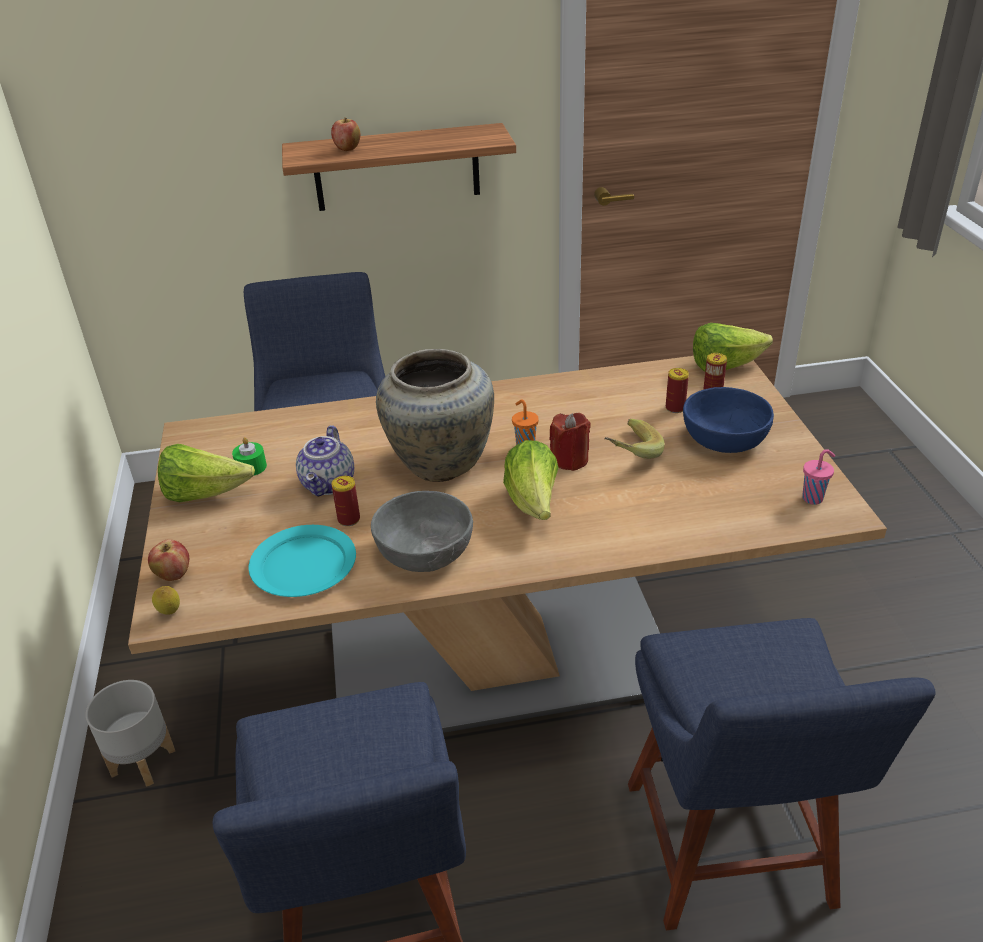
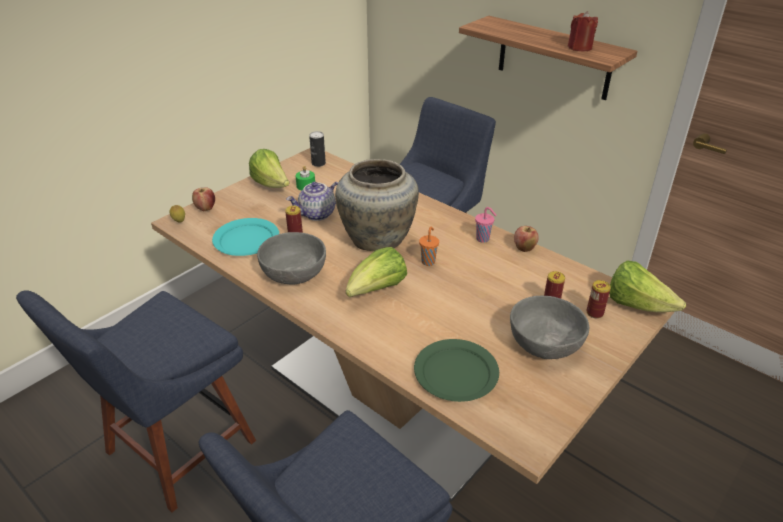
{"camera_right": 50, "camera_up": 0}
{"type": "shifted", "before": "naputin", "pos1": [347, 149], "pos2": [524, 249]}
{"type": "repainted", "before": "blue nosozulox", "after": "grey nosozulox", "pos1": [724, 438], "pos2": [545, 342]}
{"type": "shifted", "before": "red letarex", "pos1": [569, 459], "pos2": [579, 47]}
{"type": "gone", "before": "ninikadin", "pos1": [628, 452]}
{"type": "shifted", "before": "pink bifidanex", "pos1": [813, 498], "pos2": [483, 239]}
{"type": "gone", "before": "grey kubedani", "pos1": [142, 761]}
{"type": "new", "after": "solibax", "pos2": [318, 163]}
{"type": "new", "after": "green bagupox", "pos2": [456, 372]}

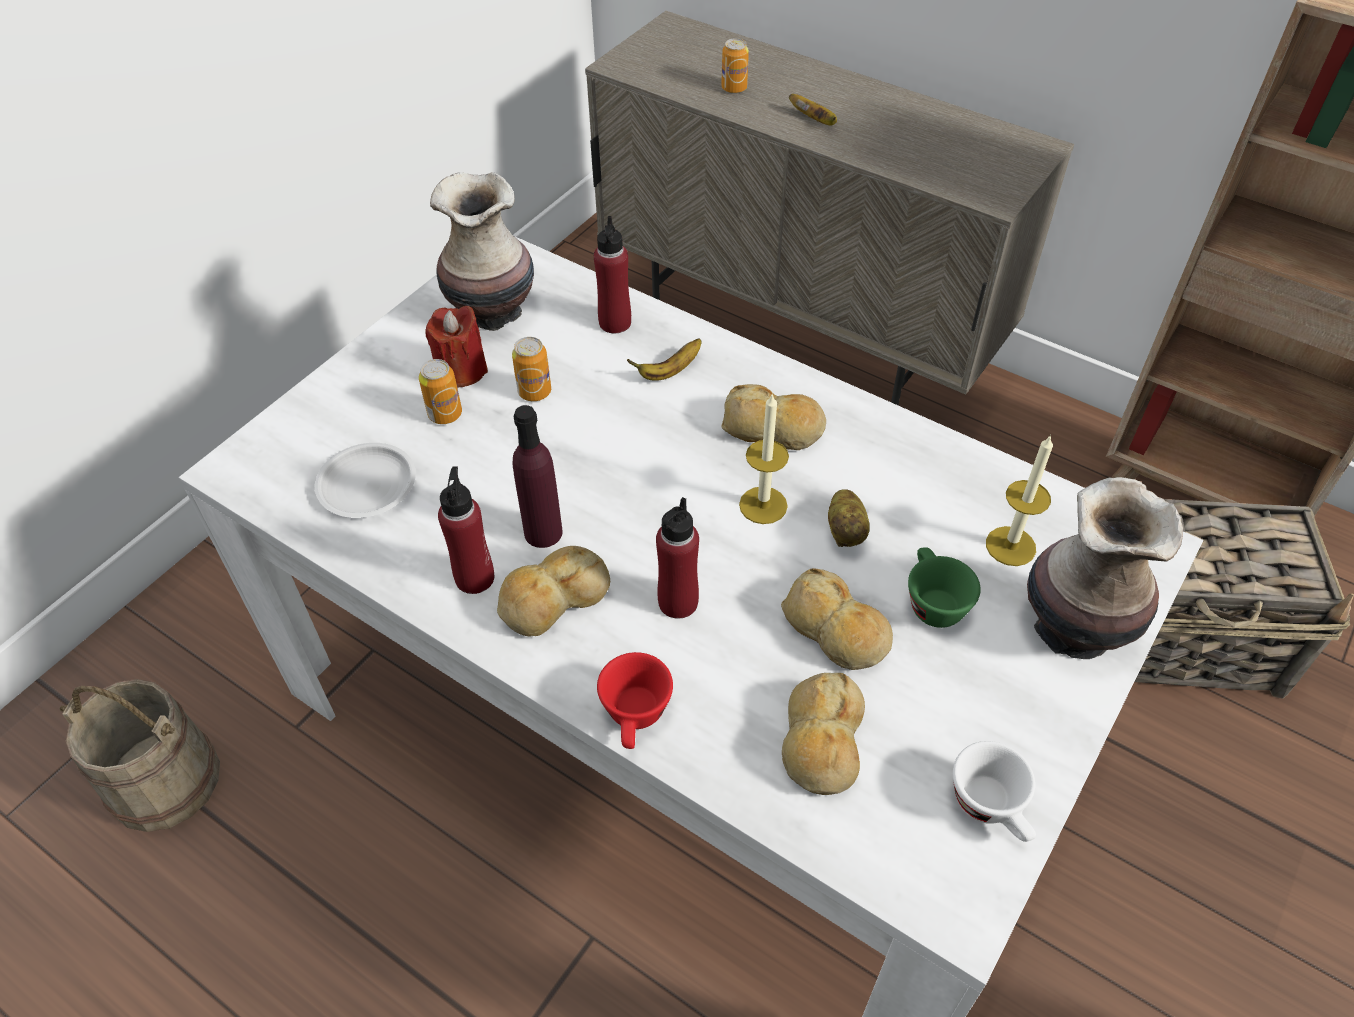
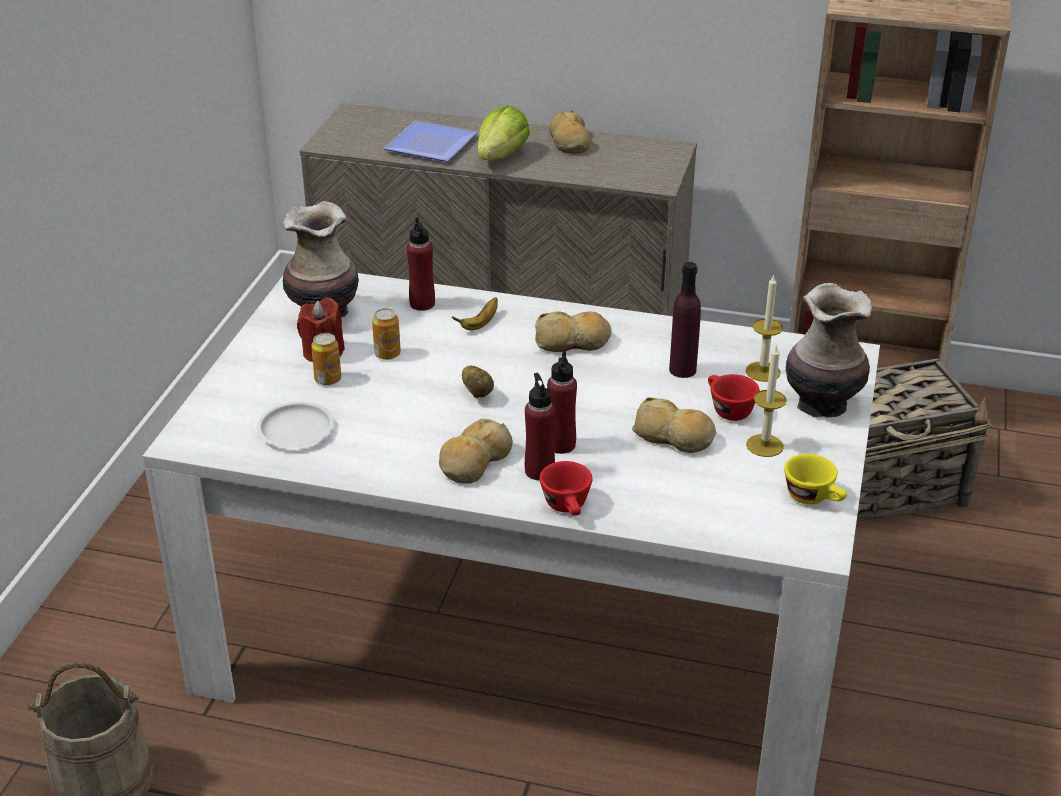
{"camera_right": -20, "camera_up": -15}
{"type": "swapped", "before": "solibax", "after": "bagupox", "pos1": [734, 88], "pos2": [427, 146]}
{"type": "swapped", "before": "ninikadin", "after": "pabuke", "pos1": [815, 120], "pos2": [501, 157]}
{"type": "shifted", "before": "letarex", "pos1": [763, 505], "pos2": [764, 445]}
{"type": "shifted", "before": "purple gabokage", "pos1": [543, 532], "pos2": [682, 370]}
{"type": "shifted", "before": "red gabokage", "pos1": [475, 577], "pos2": [539, 471]}
{"type": "shifted", "before": "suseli", "pos1": [846, 531], "pos2": [477, 392]}
{"type": "repainted", "before": "green bifidanex", "after": "red bifidanex", "pos1": [932, 601], "pos2": [727, 409]}
{"type": "shifted", "before": "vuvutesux", "pos1": [821, 743], "pos2": [569, 142]}
{"type": "repainted", "before": "white bifidanex", "after": "yellow bifidanex", "pos1": [992, 808], "pos2": [814, 498]}

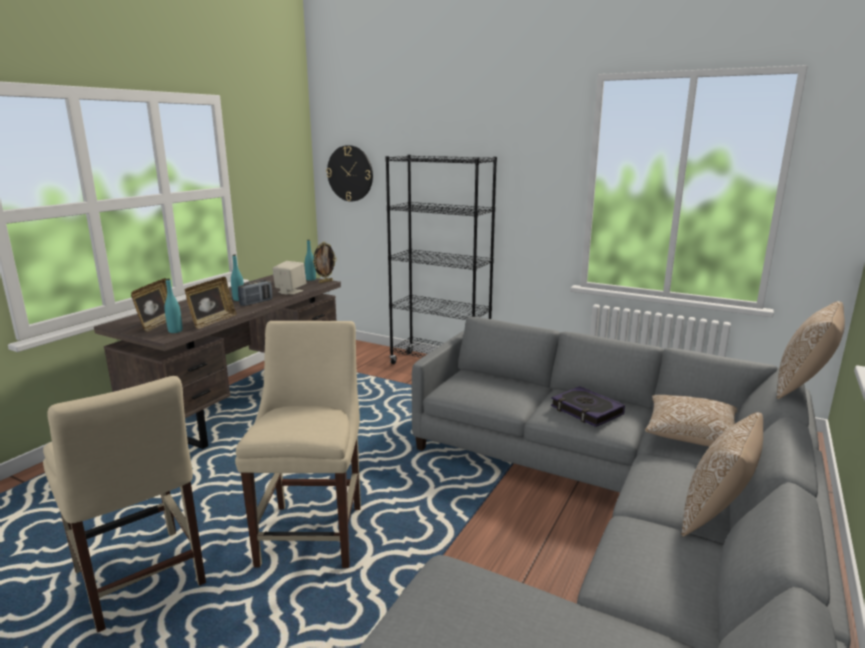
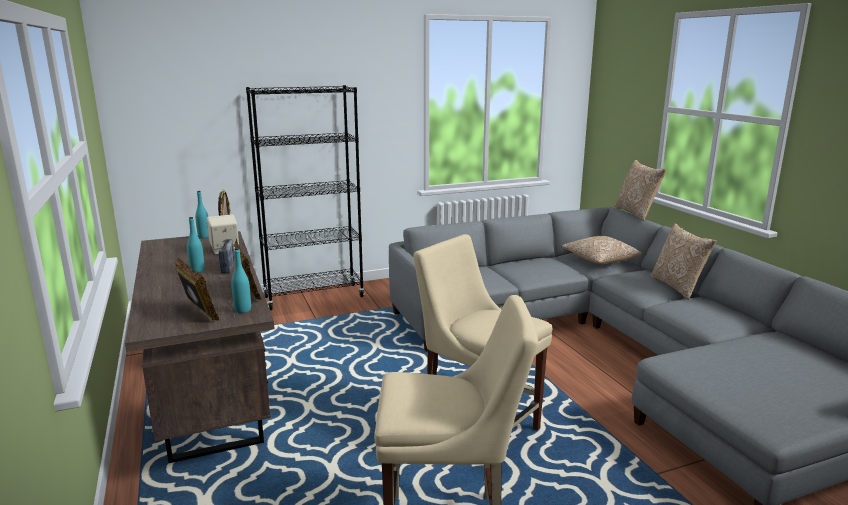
{"camera_right": -50, "camera_up": 0}
{"type": "gone", "before": "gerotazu", "pos1": [350, 173]}
{"type": "gone", "before": "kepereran", "pos1": [586, 410]}

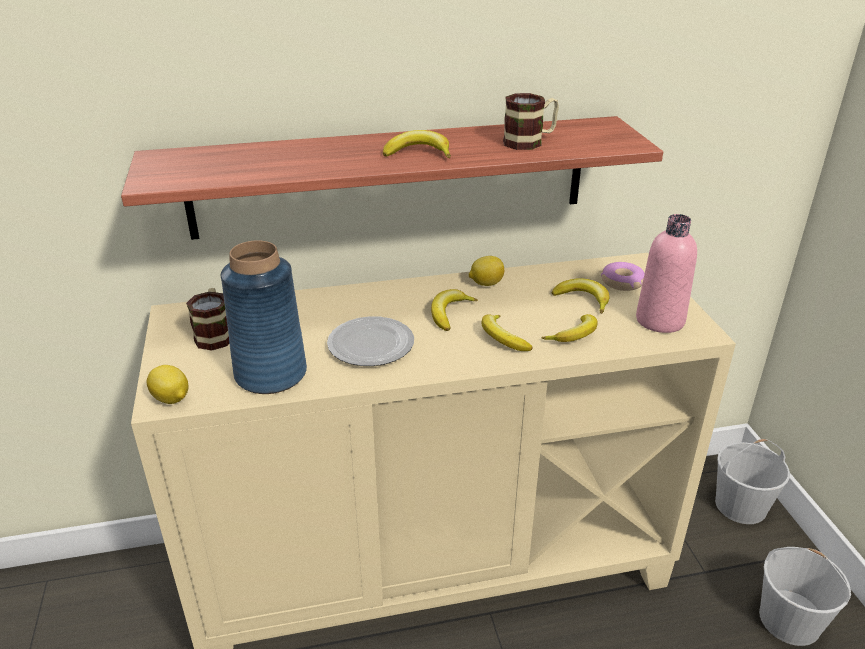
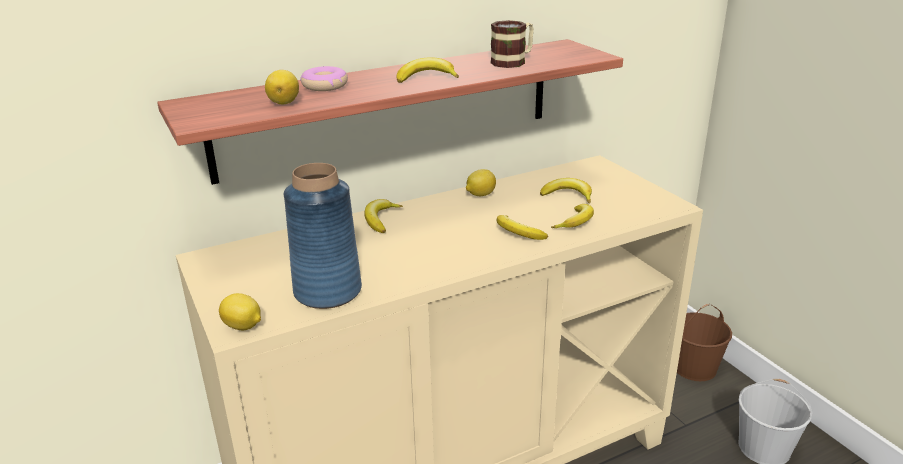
{"camera_right": -15, "camera_up": -5}
{"type": "gone", "before": "pink gabokage", "pos1": [660, 320]}
{"type": "shifted", "before": "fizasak", "pos1": [622, 282], "pos2": [325, 86]}
{"type": "gone", "before": "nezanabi", "pos1": [215, 334]}
{"type": "shifted", "before": "ninikadin", "pos1": [449, 313], "pos2": [381, 220]}
{"type": "gone", "before": "bagupox", "pos1": [372, 345]}
{"type": "repainted", "before": "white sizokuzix", "after": "brown sizokuzix", "pos1": [741, 505], "pos2": [694, 367]}
{"type": "new", "after": "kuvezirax", "pos2": [284, 102]}

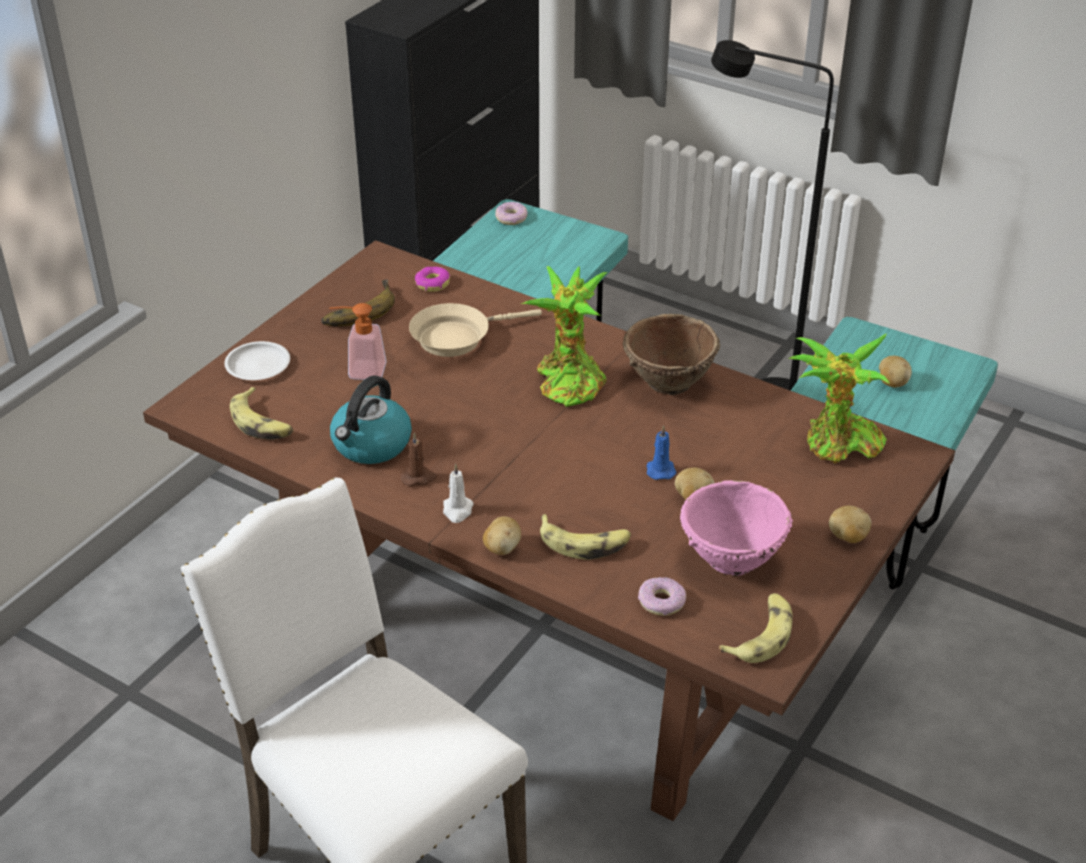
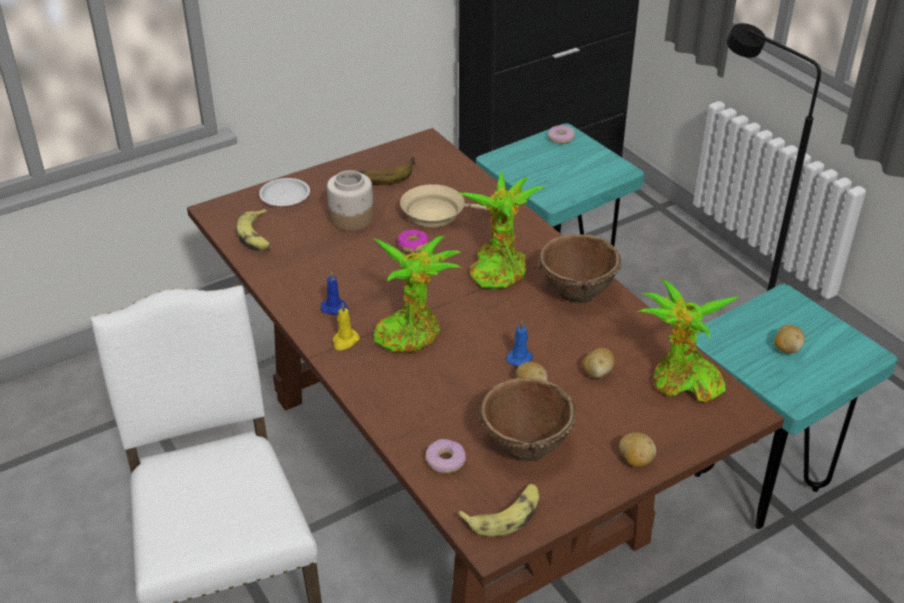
{"camera_right": 25, "camera_up": 0}
{"type": "shifted", "before": "fizasak", "pos1": [432, 284], "pos2": [412, 245]}
{"type": "swapped", "before": "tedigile", "after": "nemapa", "pos1": [360, 370], "pos2": [351, 219]}
{"type": "gone", "before": "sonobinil", "pos1": [371, 445]}
{"type": "repainted", "before": "brown letarex", "after": "blue letarex", "pos1": [419, 478], "pos2": [335, 308]}
{"type": "repainted", "before": "white letarex", "after": "yellow letarex", "pos1": [457, 510], "pos2": [345, 341]}
{"type": "repainted", "before": "pink nosozulox", "after": "brown nosozulox", "pos1": [731, 559], "pos2": [525, 446]}
{"type": "gone", "before": "ninikadin", "pos1": [584, 543]}
{"type": "shifted", "before": "suseli", "pos1": [502, 548], "pos2": [597, 373]}
{"type": "new", "after": "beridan", "pos2": [412, 332]}

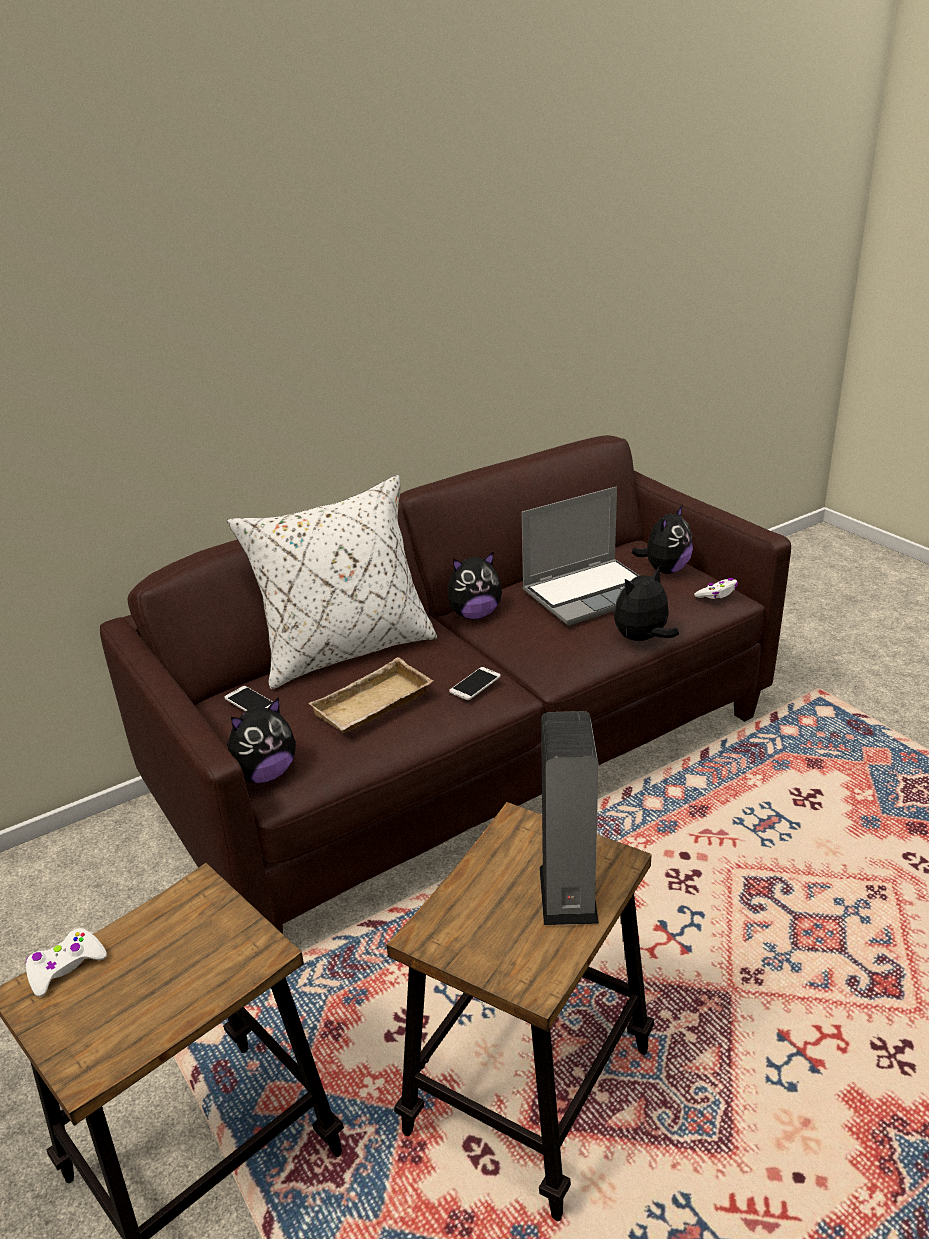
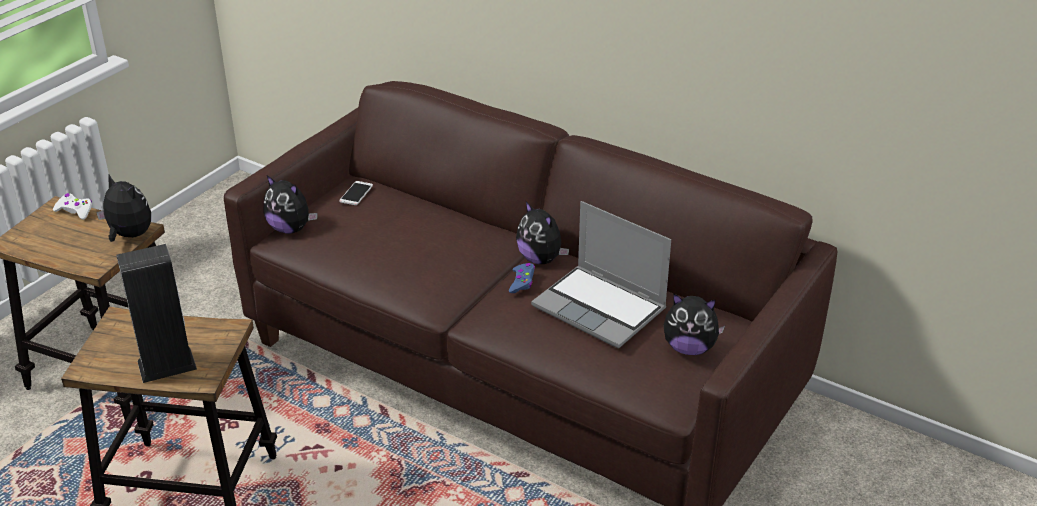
{"camera_right": 65, "camera_up": 5}
{"type": "gone", "before": "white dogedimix", "pos1": [345, 650]}
{"type": "shifted", "before": "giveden", "pos1": [642, 639], "pos2": [129, 235]}
{"type": "gone", "before": "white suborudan", "pos1": [717, 594]}
{"type": "gone", "before": "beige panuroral", "pos1": [373, 706]}
{"type": "gone", "before": "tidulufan", "pos1": [475, 684]}
{"type": "new", "after": "blue suborudan", "pos2": [522, 282]}

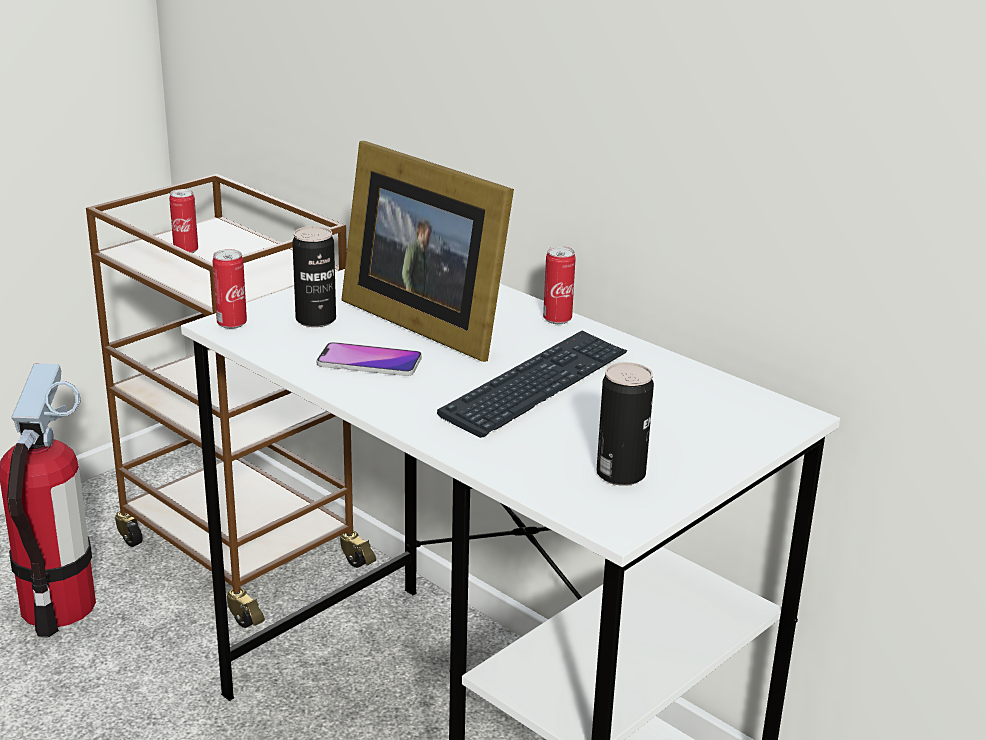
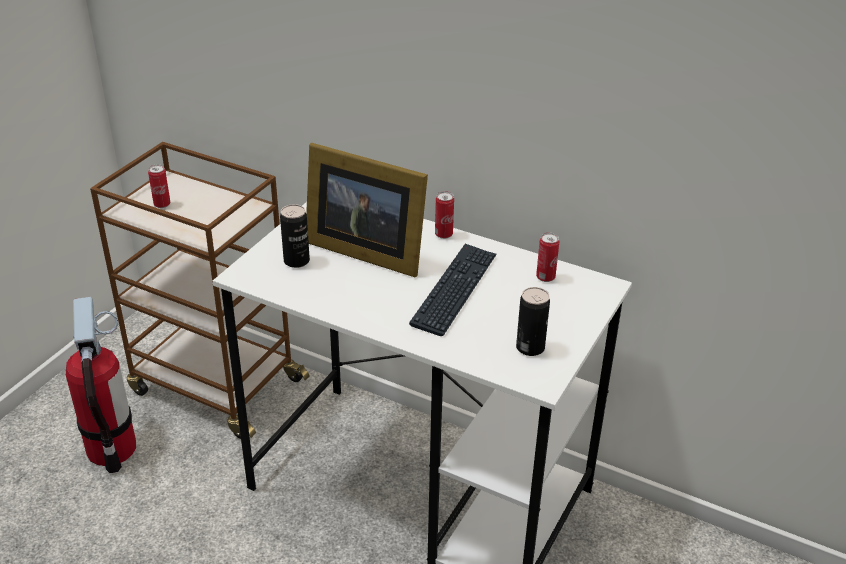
{"camera_right": -15, "camera_up": 10}
{"type": "shifted", "before": "solibax", "pos1": [232, 324], "pos2": [545, 277]}
{"type": "gone", "before": "tidulufan", "pos1": [369, 361]}

